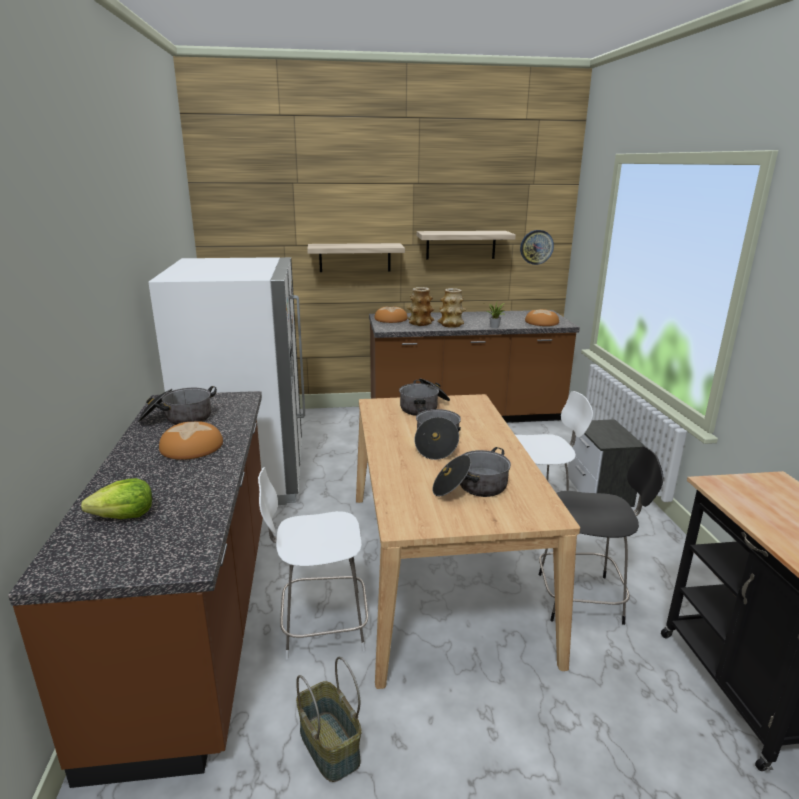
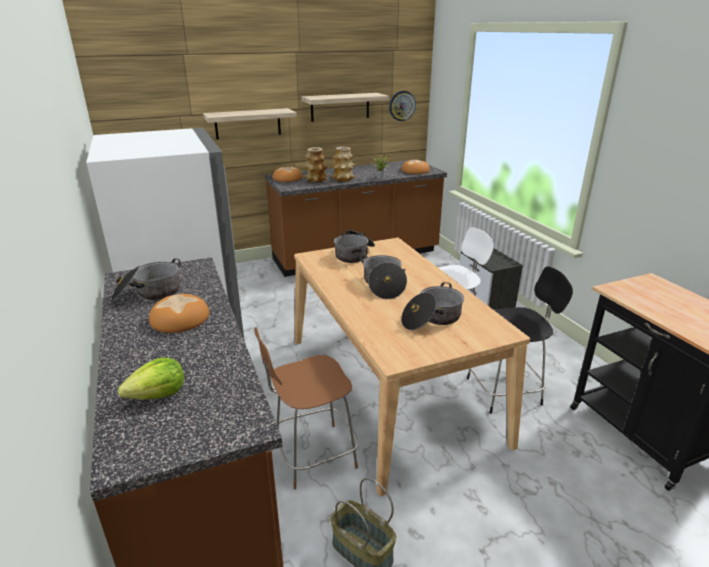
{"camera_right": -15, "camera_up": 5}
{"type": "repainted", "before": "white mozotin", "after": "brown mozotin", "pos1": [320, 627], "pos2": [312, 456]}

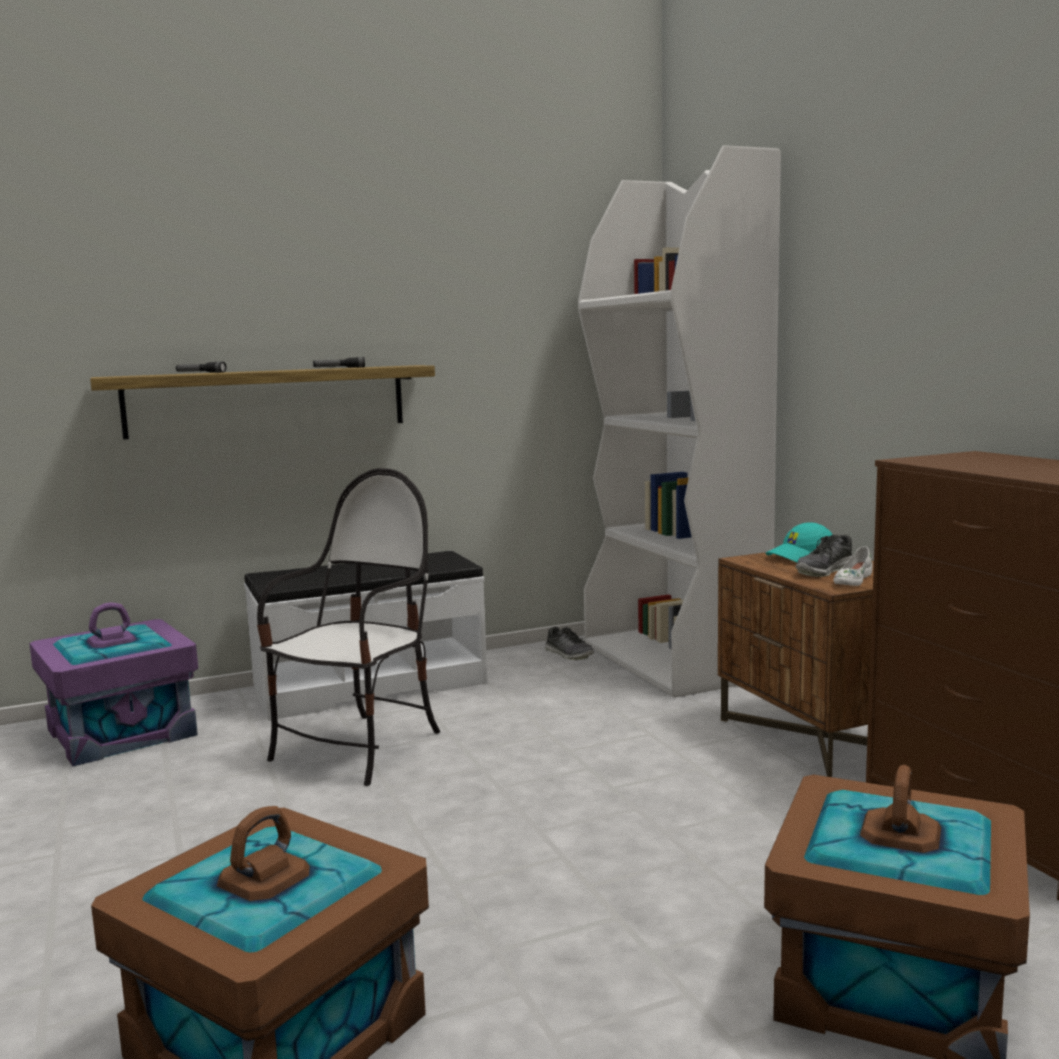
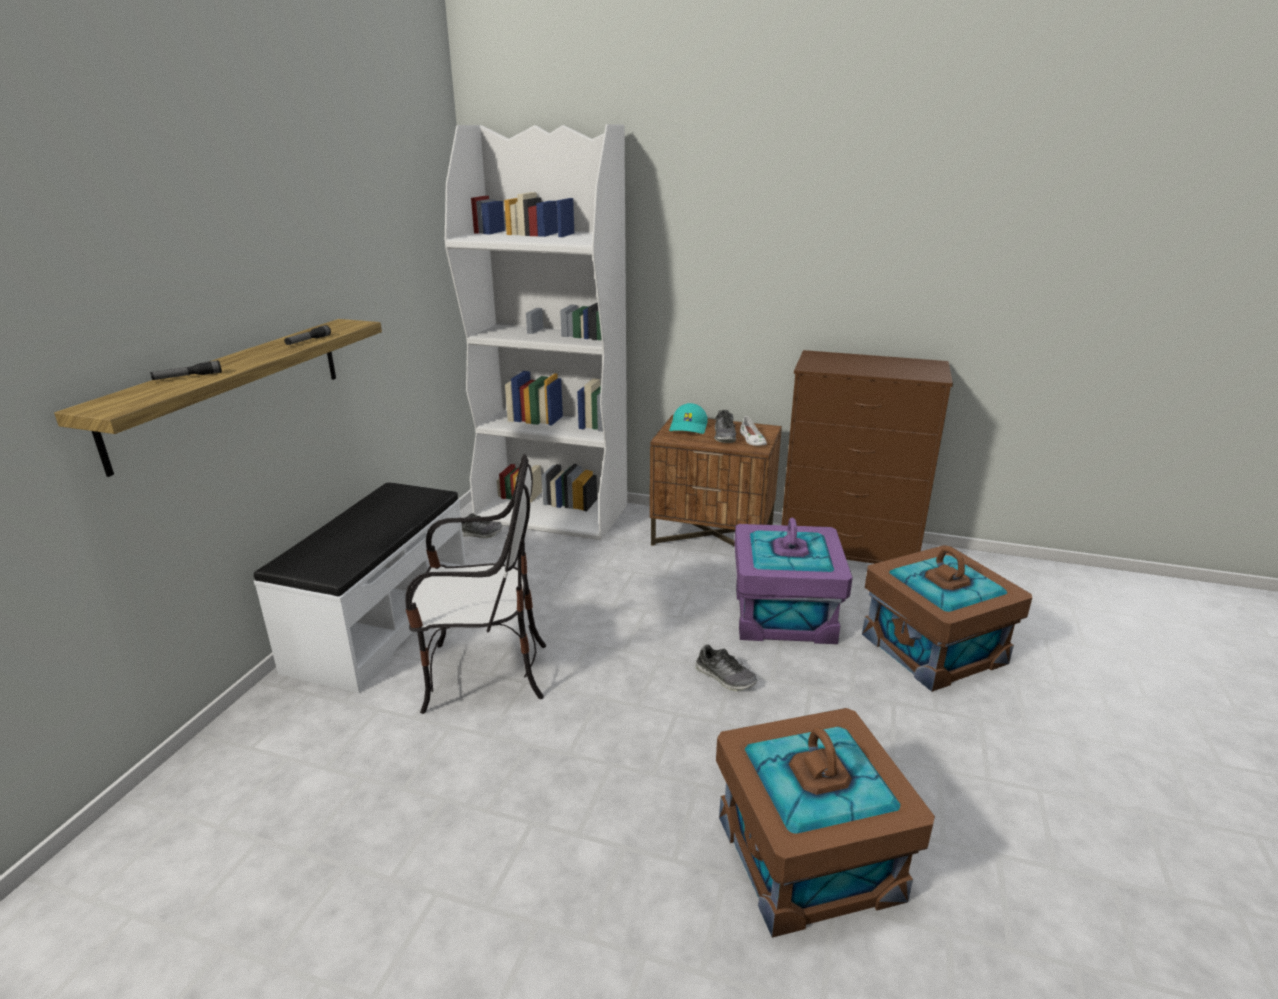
{"camera_right": -50, "camera_up": 15}
{"type": "rotated", "before": "mozotin", "pos1": [359, 749], "pos2": [484, 675], "turn": 105}
{"type": "shifted", "before": "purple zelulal", "pos1": [121, 732], "pos2": [783, 614]}
{"type": "new", "after": "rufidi", "pos2": [725, 677]}

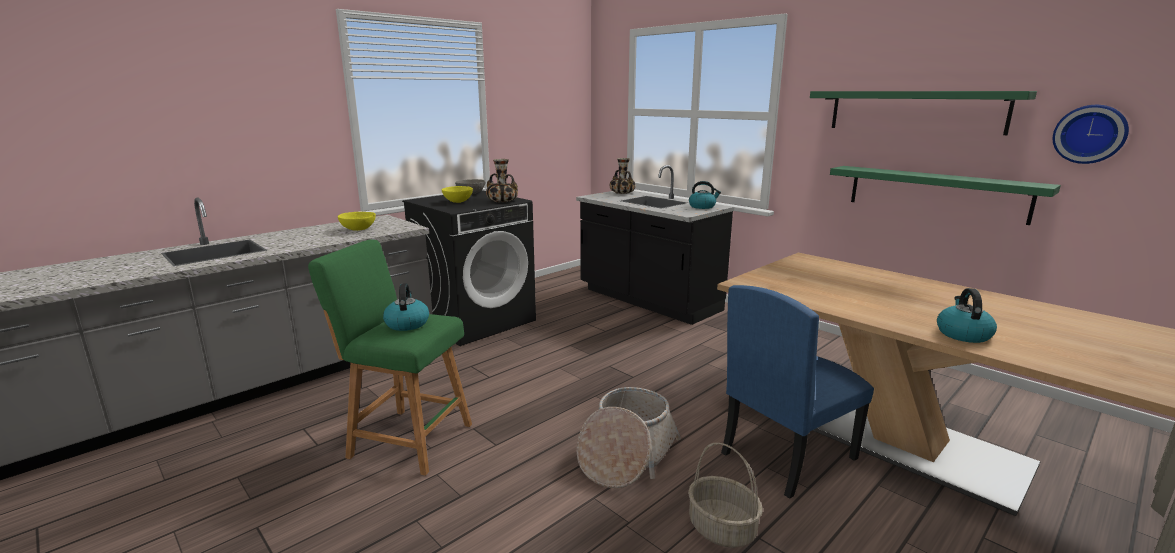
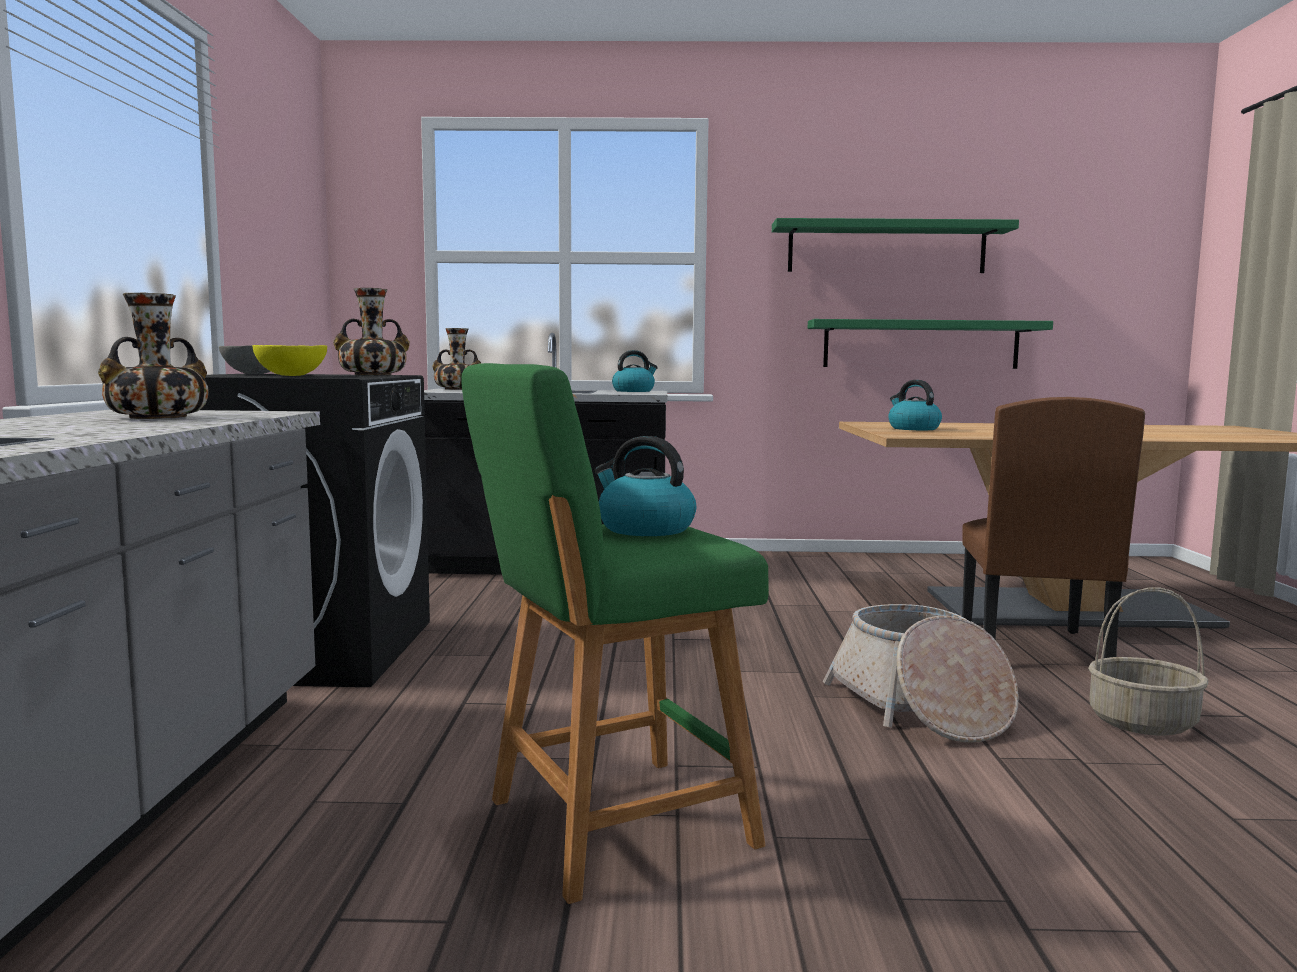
{"camera_right": -45, "camera_up": -10}
{"type": "gone", "before": "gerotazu", "pos1": [1090, 134]}
{"type": "swapped", "before": "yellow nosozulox", "after": "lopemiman", "pos1": [358, 229], "pos2": [156, 417]}
{"type": "repainted", "before": "blue mozotin", "after": "brown mozotin", "pos1": [787, 455], "pos2": [1030, 649]}
{"type": "shifted", "before": "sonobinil", "pos1": [962, 334], "pos2": [913, 428]}

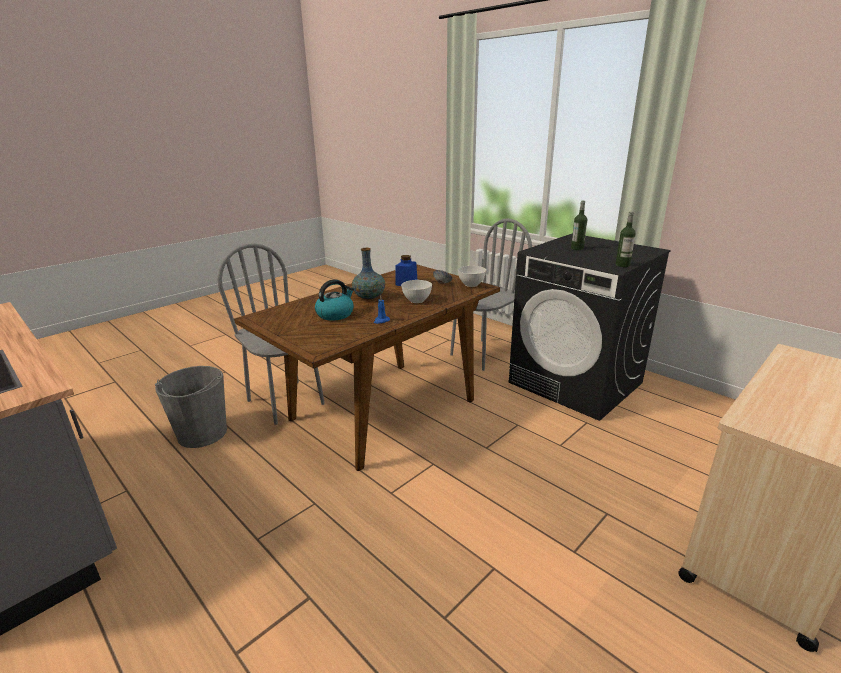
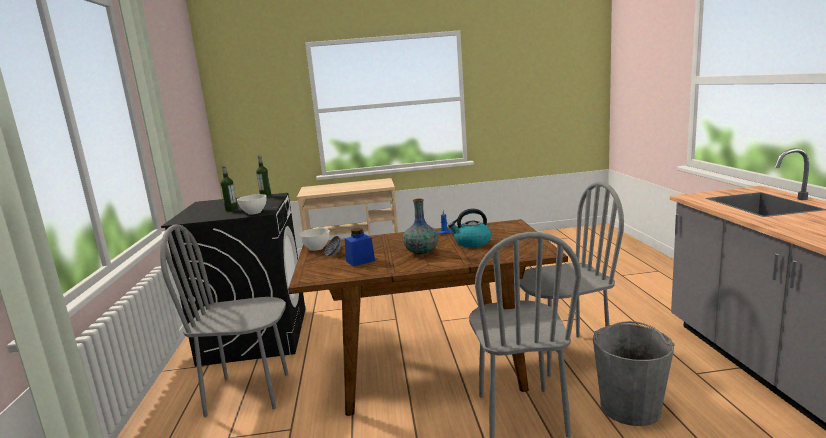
{"camera_right": -140, "camera_up": -10}
{"type": "shifted", "before": "white nosozulox", "pos1": [416, 300], "pos2": [254, 212]}
{"type": "new", "after": "grey mozotin", "pos2": [565, 355]}

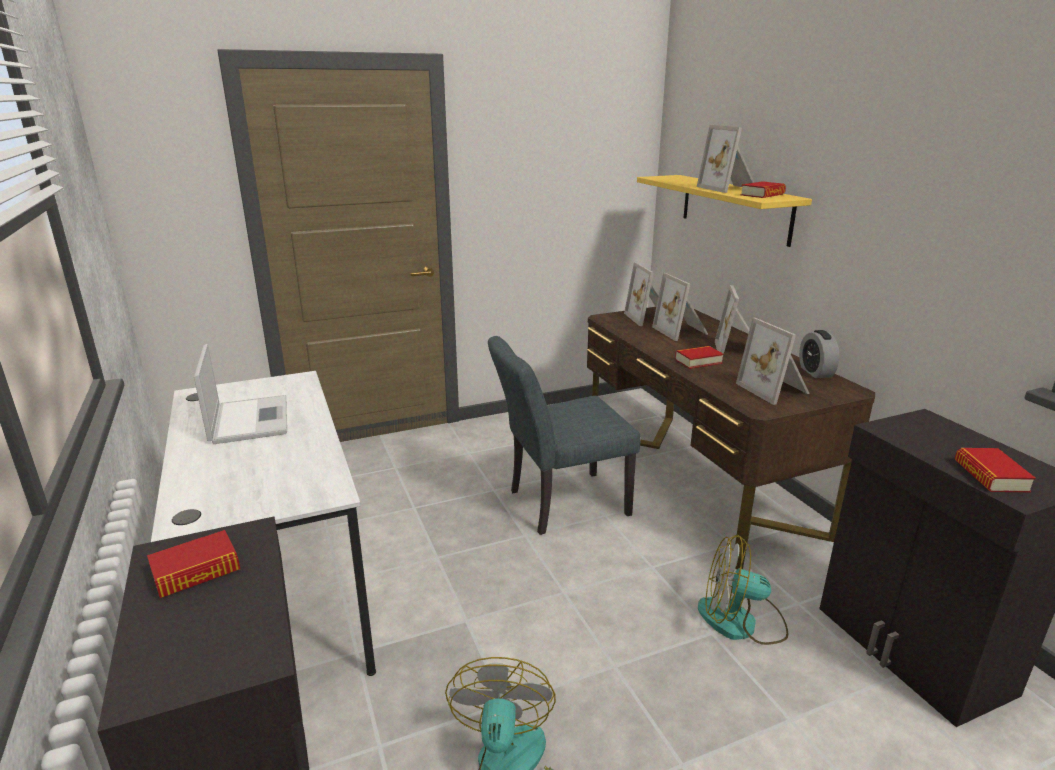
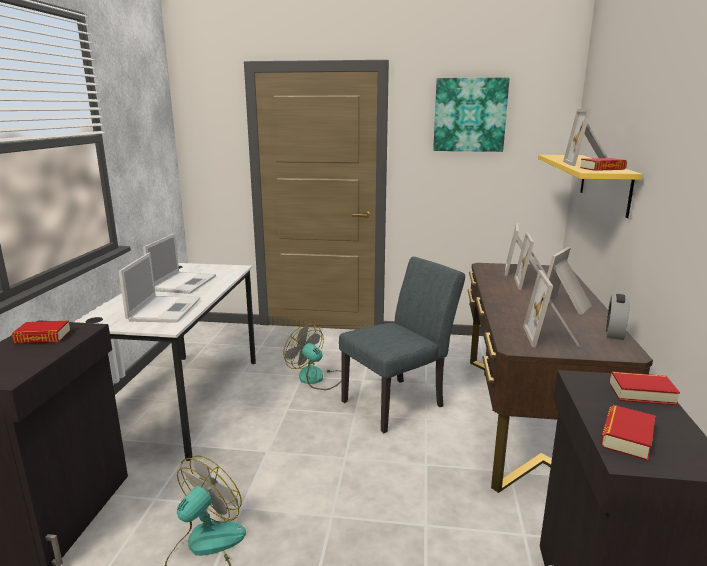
{"camera_right": 30, "camera_up": -5}
{"type": "rotated", "before": "grey mozotin", "pos1": [559, 504], "pos2": [399, 402], "turn": 135}
{"type": "shifted", "before": "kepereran", "pos1": [698, 361], "pos2": [641, 393]}
{"type": "shifted", "before": "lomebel", "pos1": [741, 621], "pos2": [316, 378]}
{"type": "new", "after": "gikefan", "pos2": [469, 115]}
{"type": "new", "after": "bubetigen", "pos2": [165, 309]}

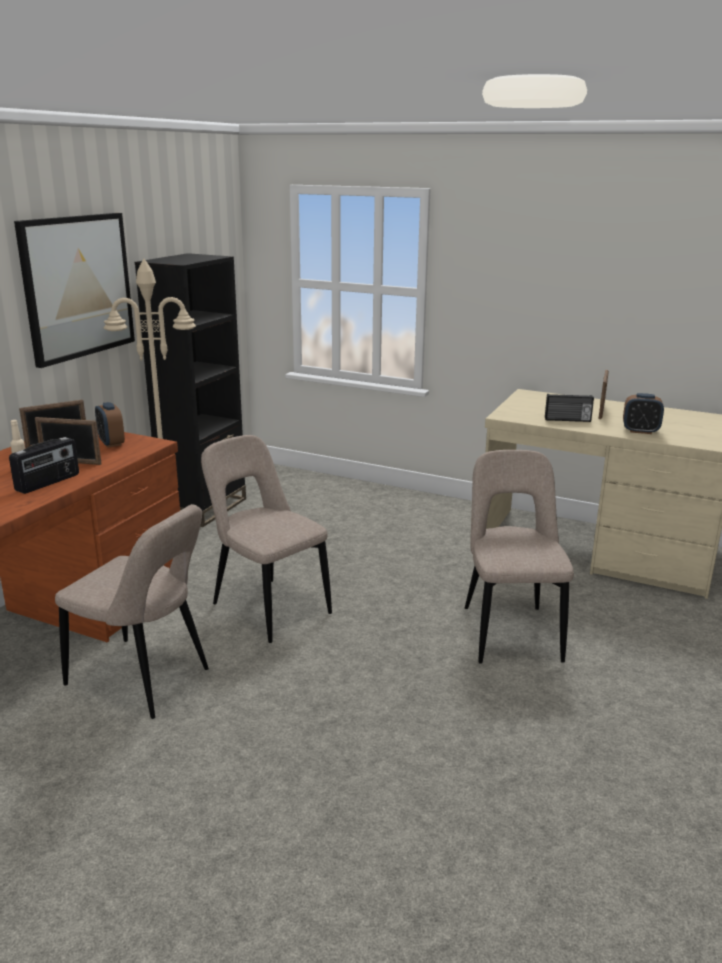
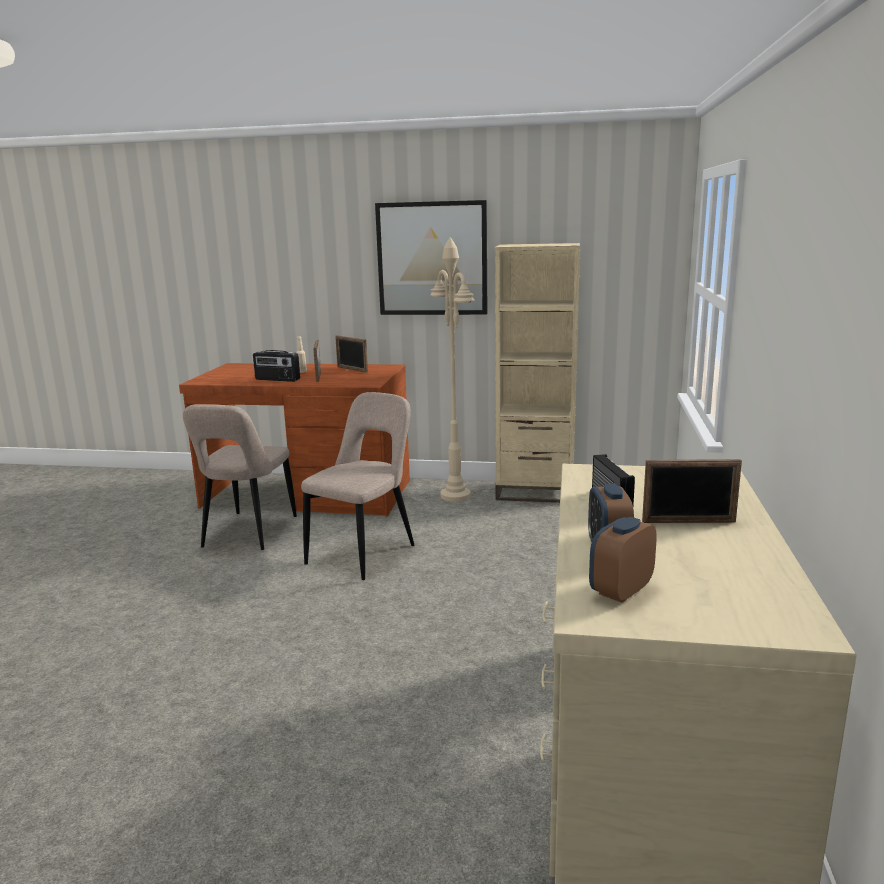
{"camera_right": 75, "camera_up": -5}
{"type": "repainted", "before": "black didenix", "after": "beige didenix", "pos1": [204, 508], "pos2": [535, 492]}
{"type": "shifted", "before": "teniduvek", "pos1": [111, 443], "pos2": [621, 591]}
{"type": "gone", "before": "beige mozotin", "pos1": [509, 631]}

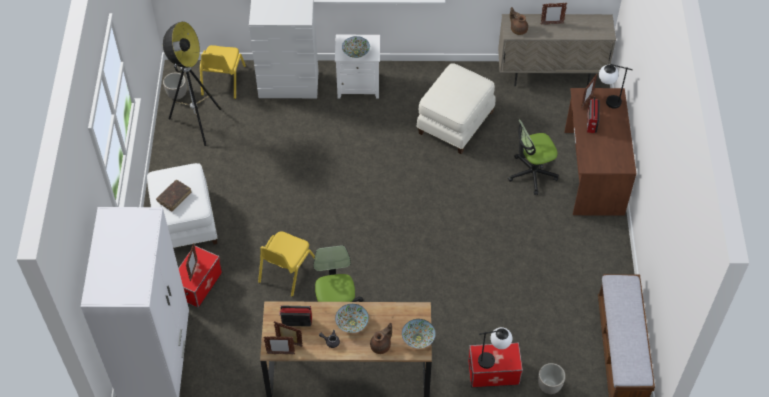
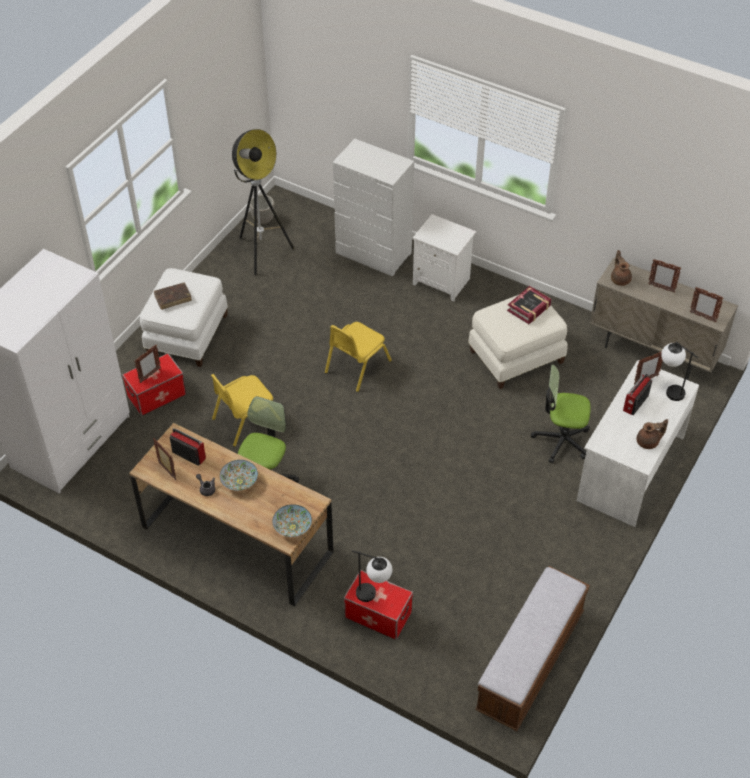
{"camera_right": 30, "camera_up": -5}
{"type": "gone", "before": "nosozulox", "pos1": [356, 52]}
{"type": "shifted", "before": "yellow mozotin", "pos1": [222, 81], "pos2": [357, 366]}
{"type": "repainted", "before": "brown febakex", "after": "white febakex", "pos1": [592, 172], "pos2": [629, 468]}
{"type": "shifted", "before": "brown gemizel", "pos1": [381, 345], "pos2": [648, 442]}
{"type": "shifted", "before": "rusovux", "pos1": [280, 353], "pos2": [702, 317]}
{"type": "gone", "before": "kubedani", "pos1": [549, 386]}
{"type": "new", "after": "kepereran", "pos2": [529, 308]}

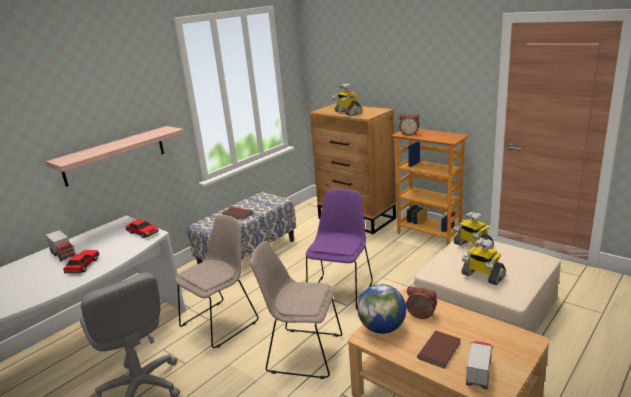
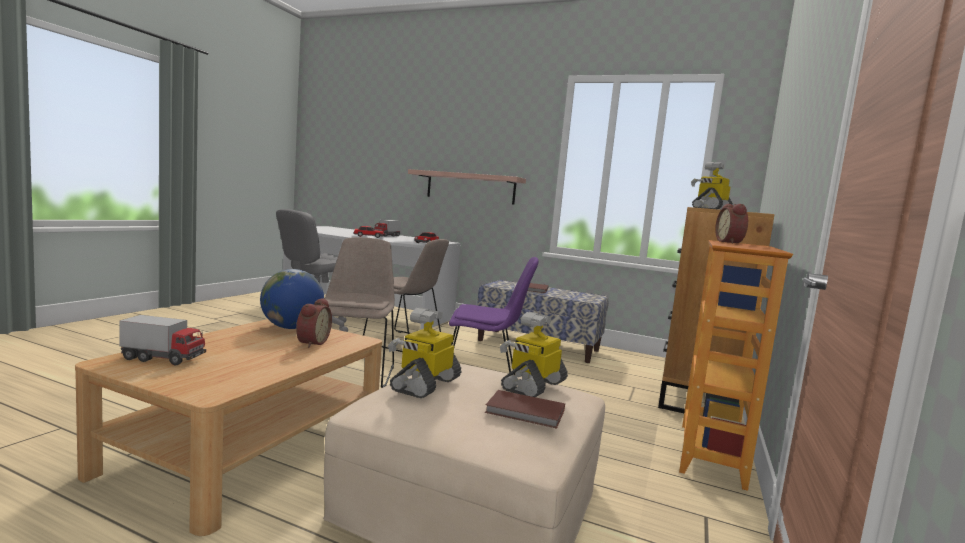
{"camera_right": 70, "camera_up": -15}
{"type": "shifted", "before": "brown kepereran", "pos1": [440, 350], "pos2": [526, 412]}

